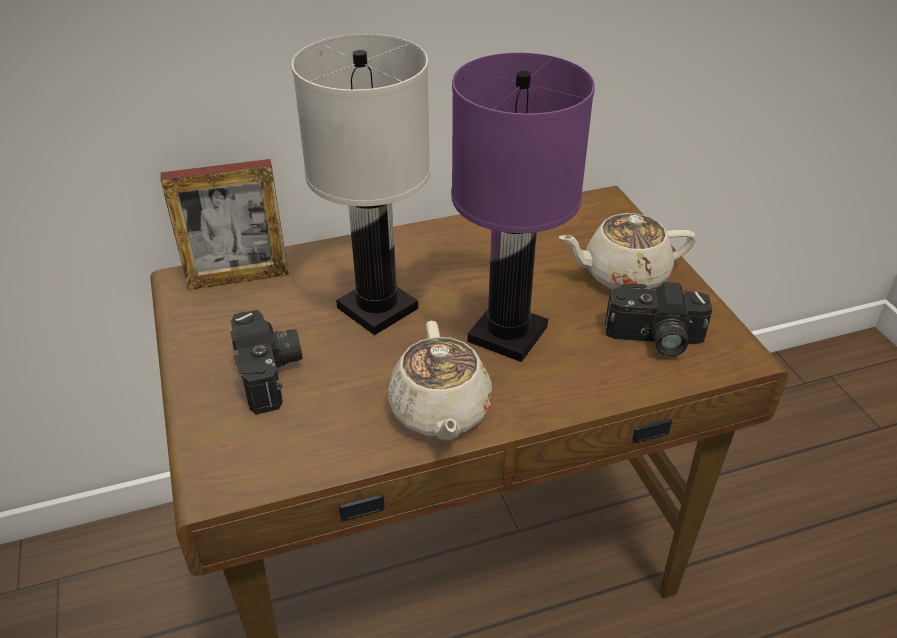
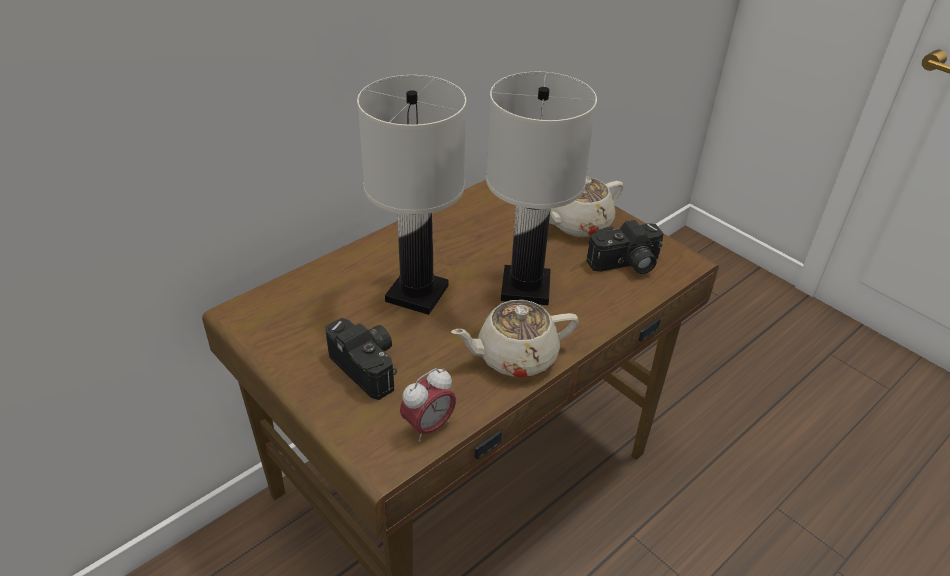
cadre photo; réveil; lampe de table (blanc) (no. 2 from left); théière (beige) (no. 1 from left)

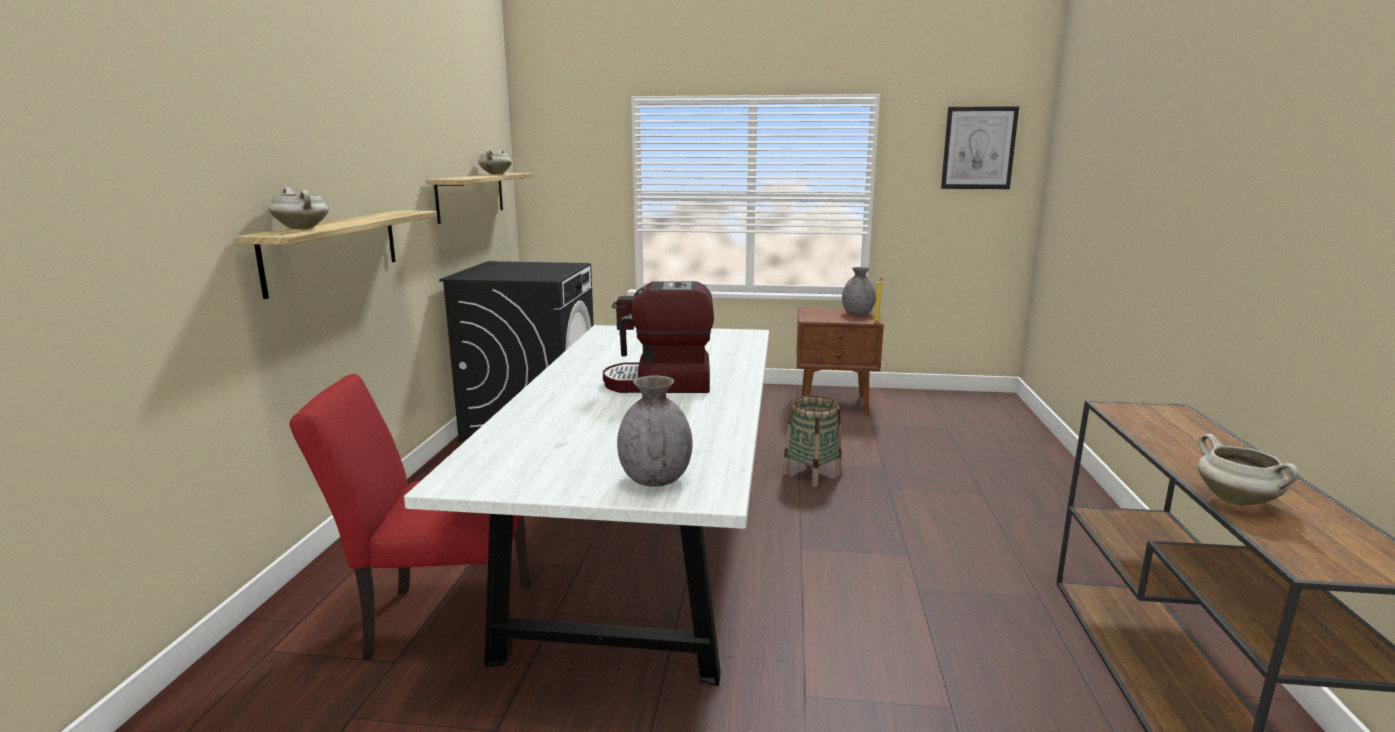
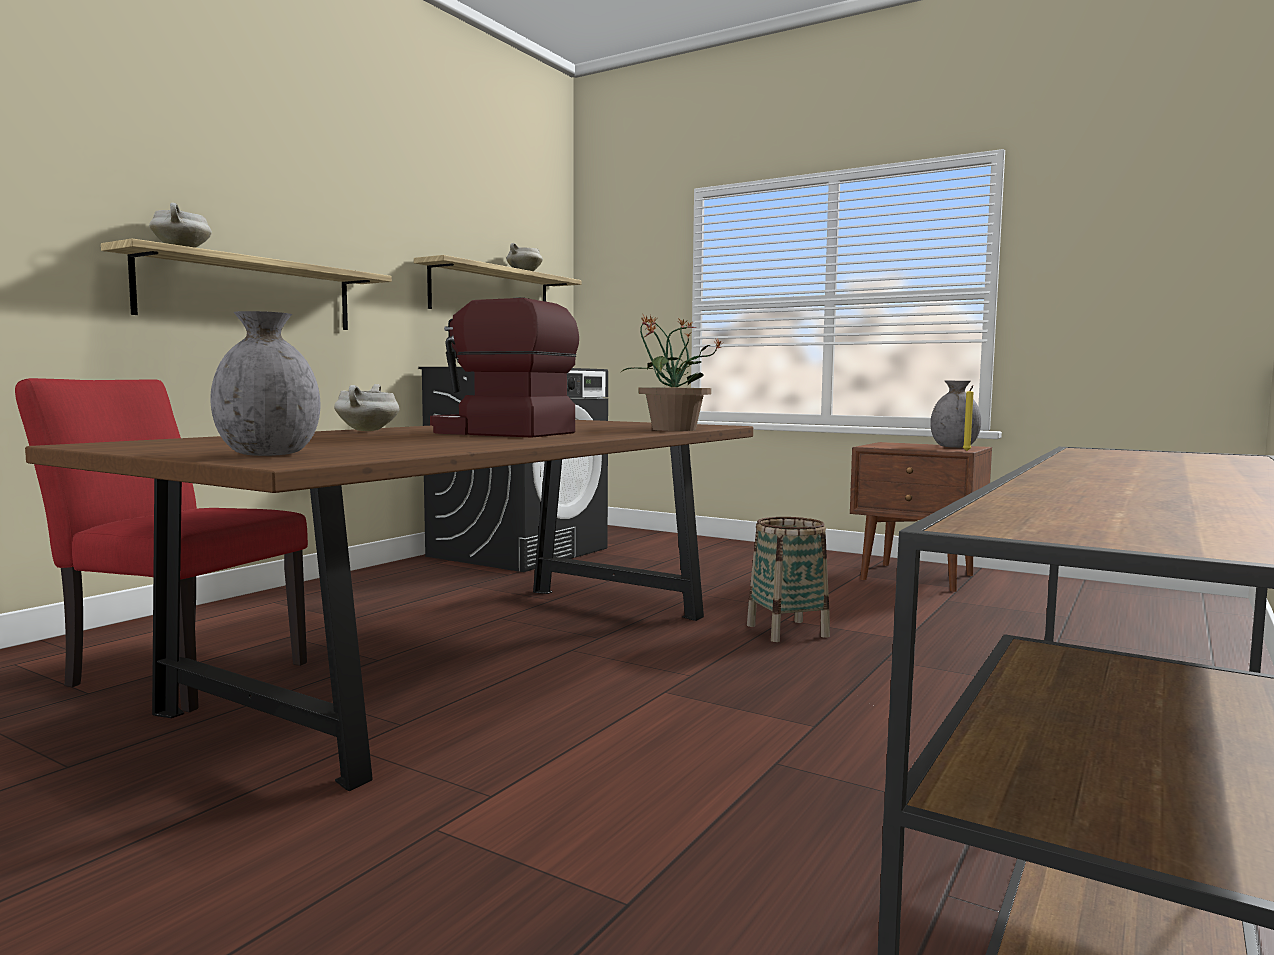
tableau; plante en pot; marmite (blanc) (no. 2 from left); table à manger (marron)

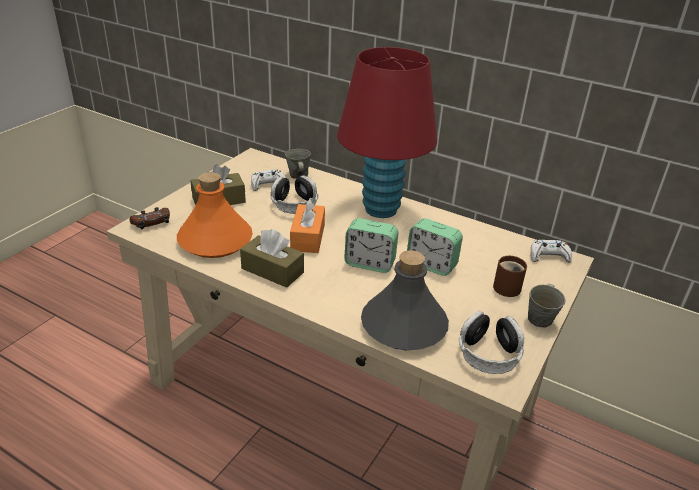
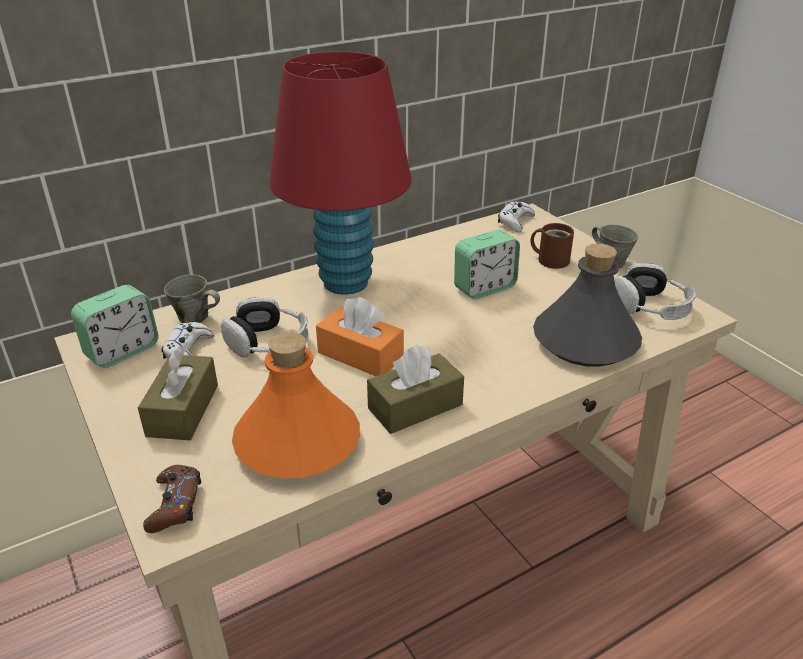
réveil (no. 1 from left)

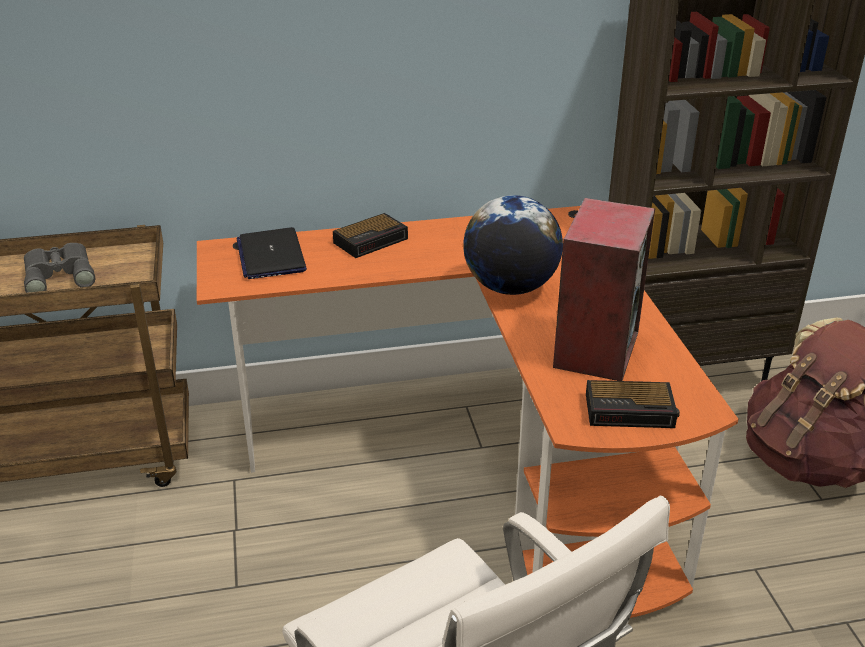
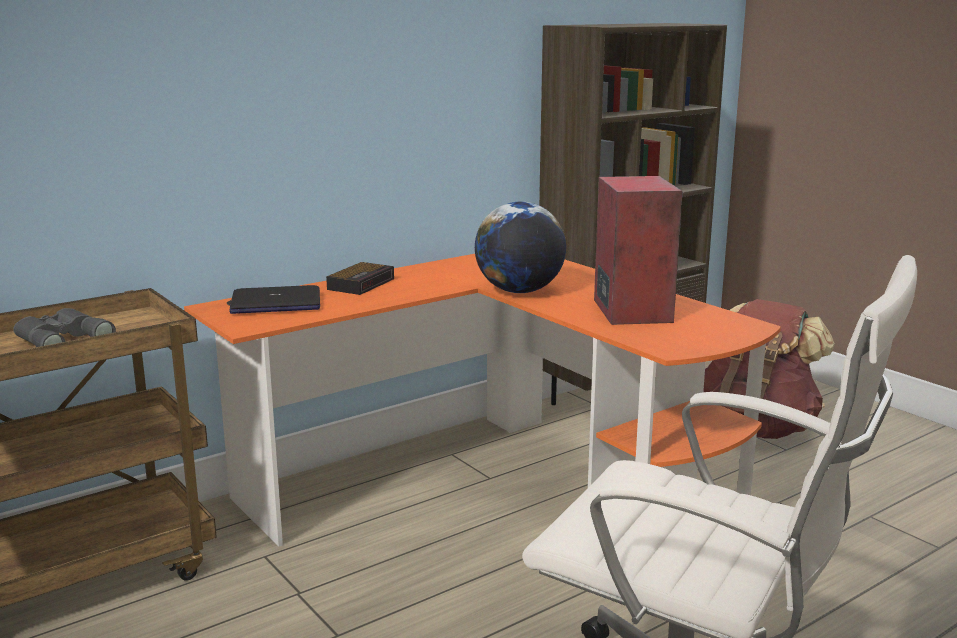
réveil (no. 2 from left in the first image); ordinateur portable

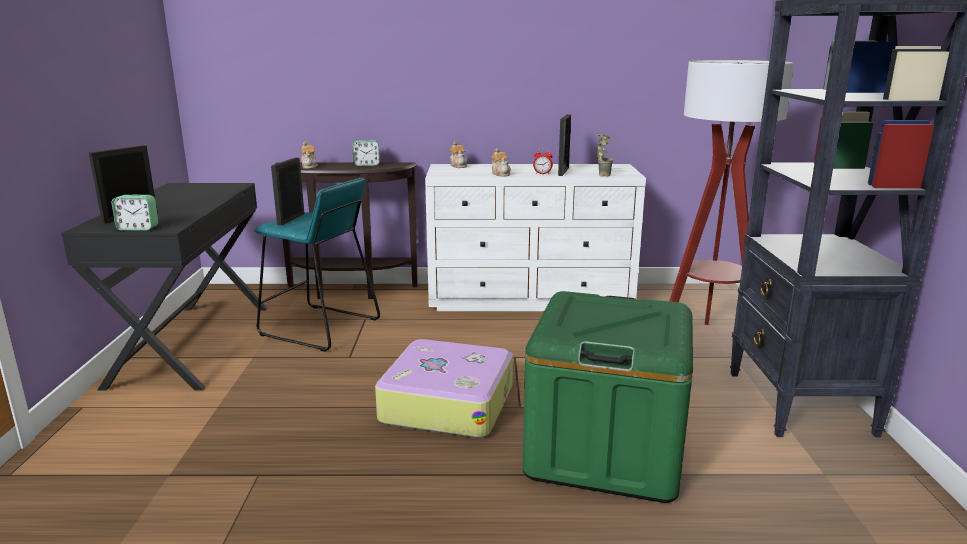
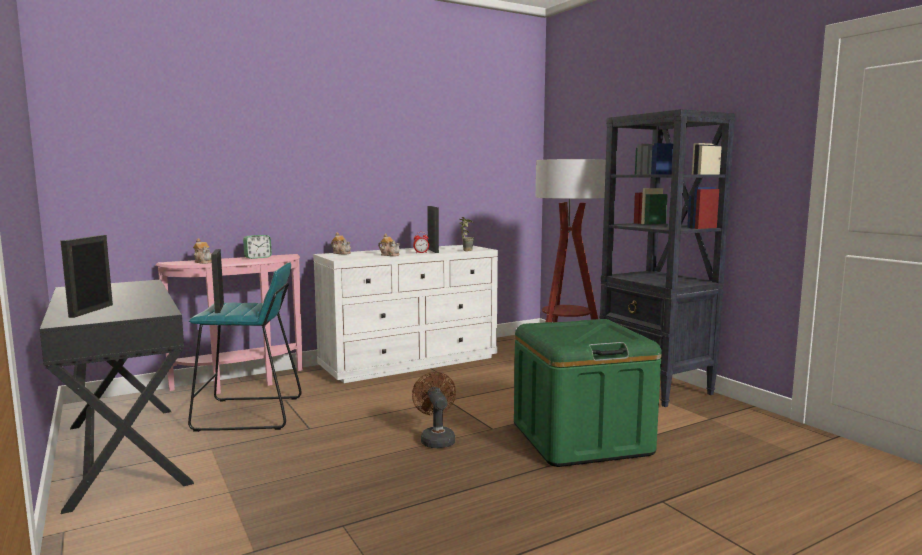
réveil (no. 1 from left in the first image); ventilateur (marron); table console (rose)

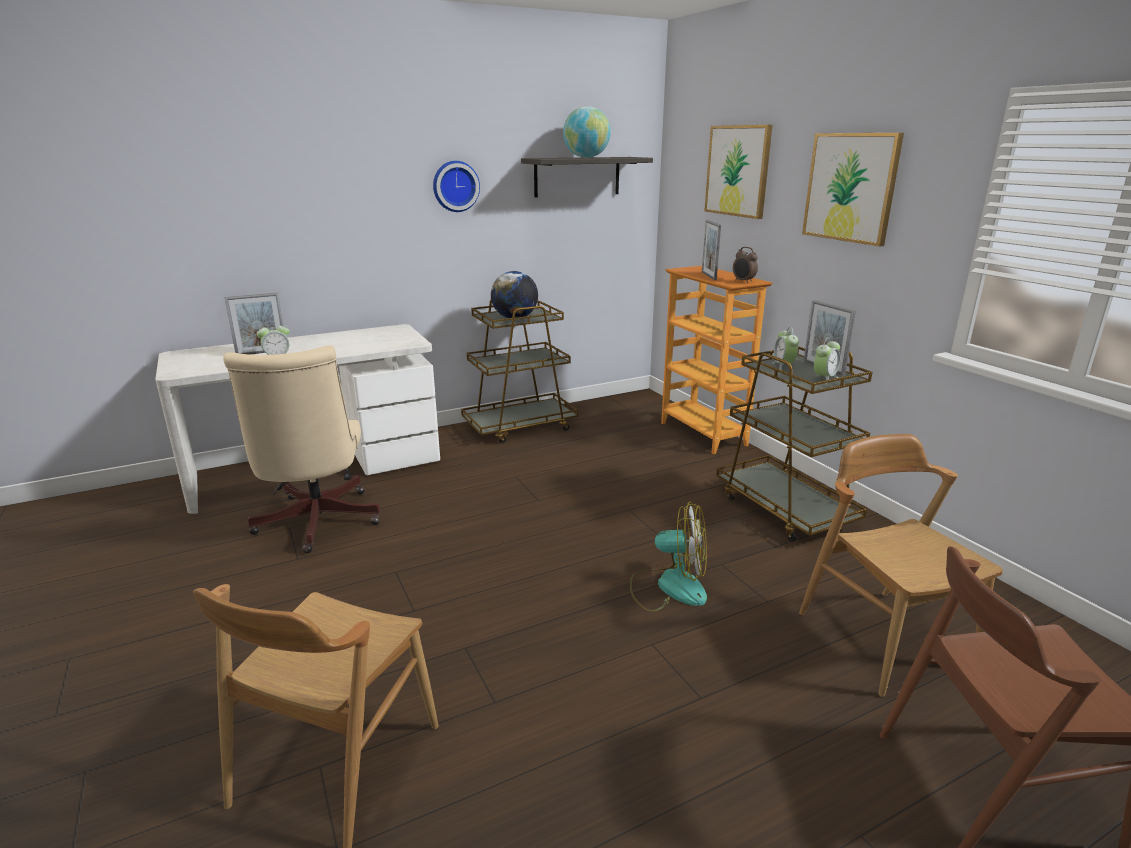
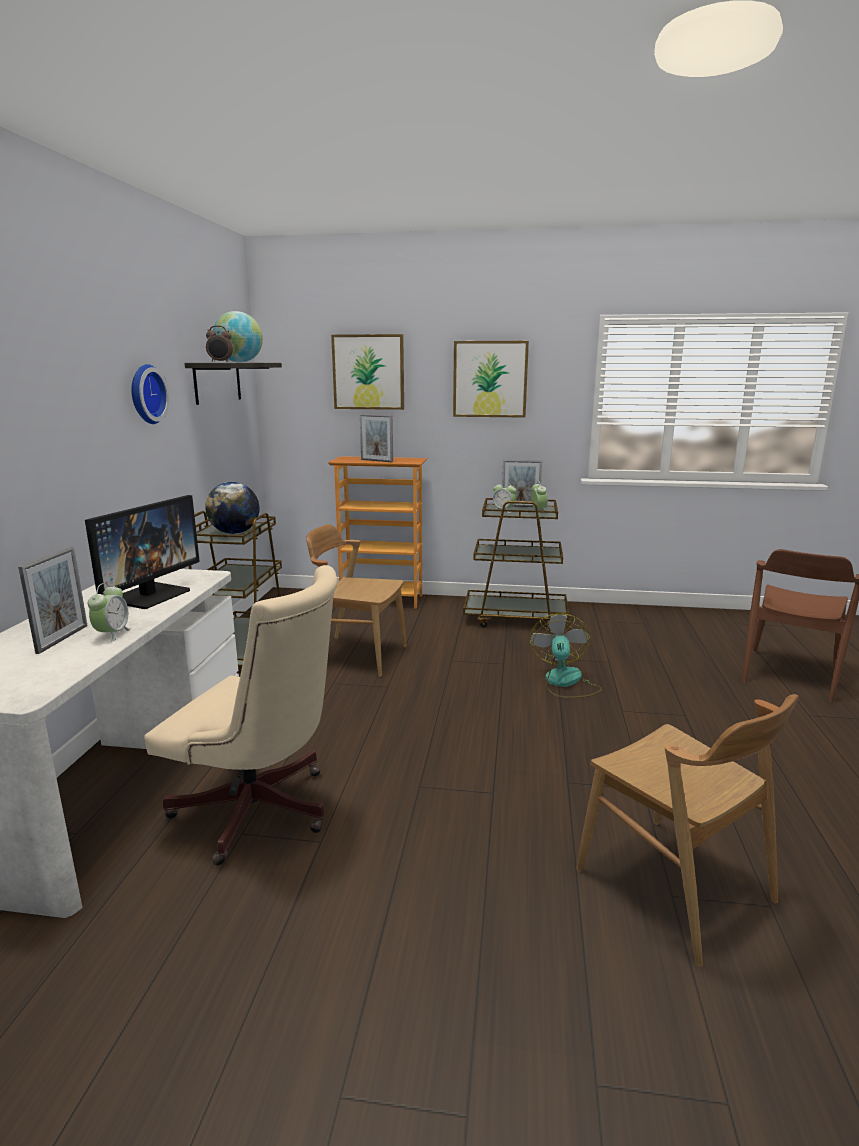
écran d'ordinateur; réveil (no. 2 from left); chaise (marron) (no. 1 from left); ventilateur

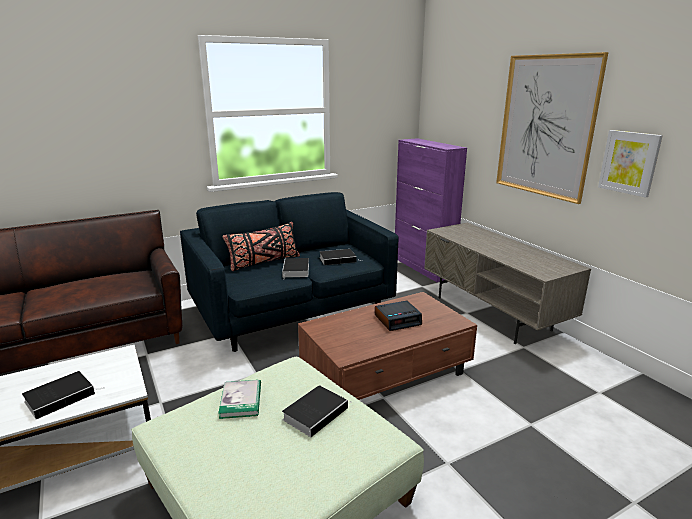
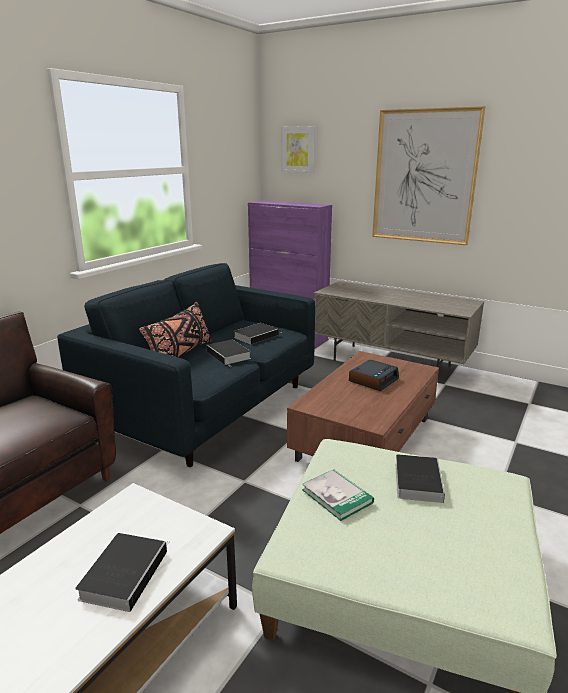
tableau (no. 1 from left)

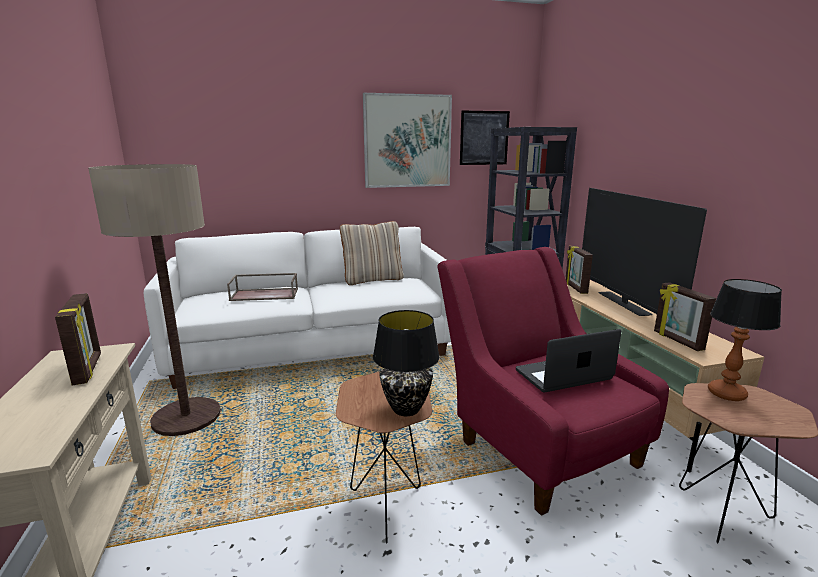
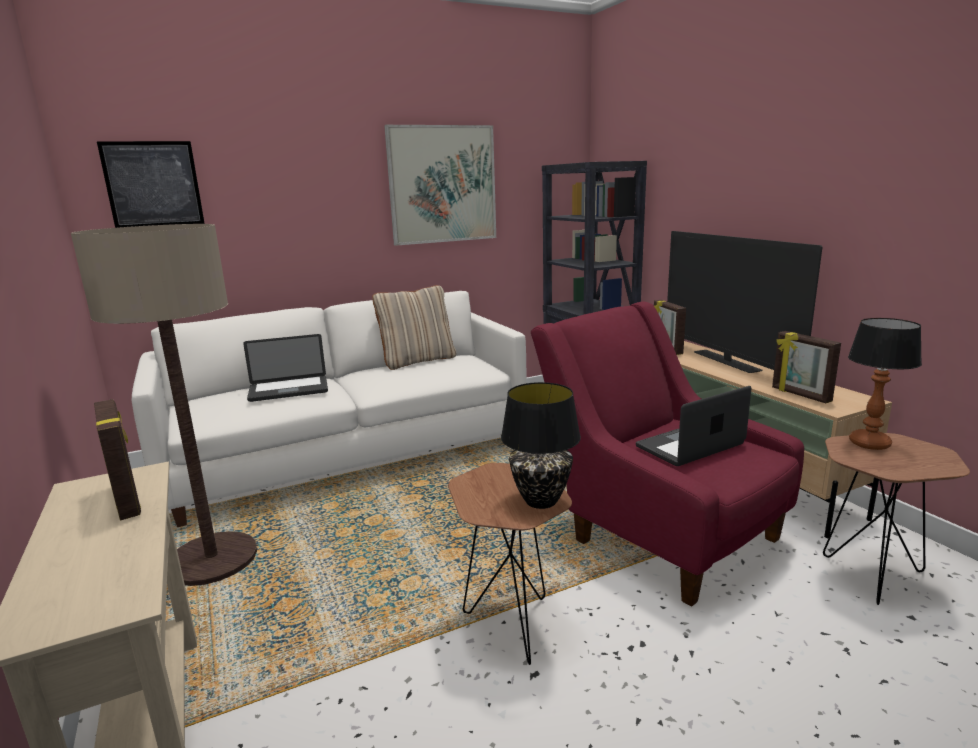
tableau (no. 1 from left); ordinateur portable (no. 1 from left)

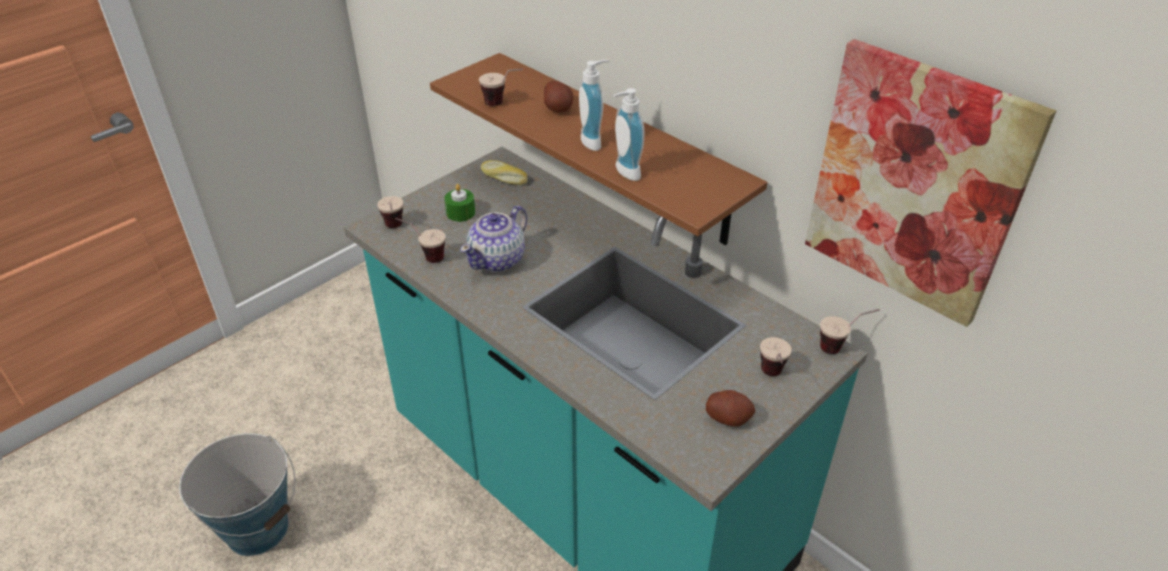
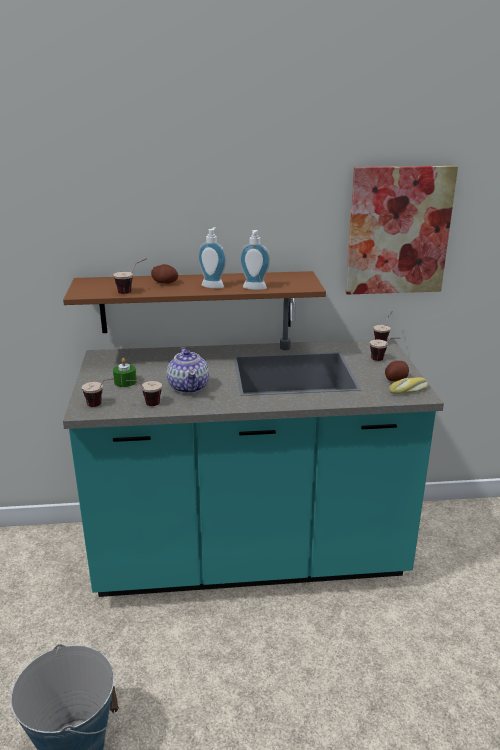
pain

